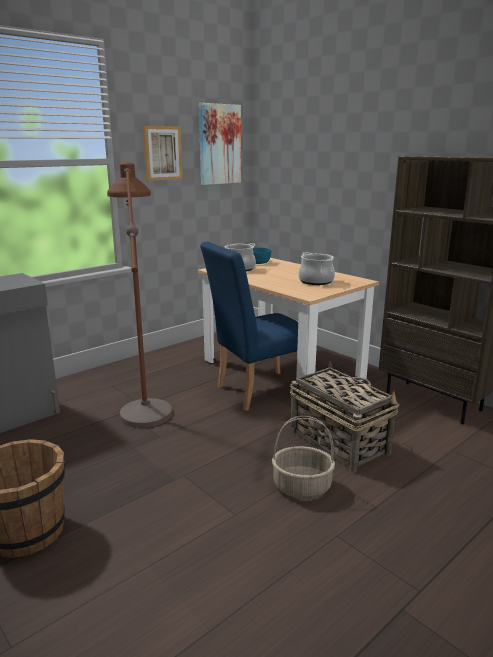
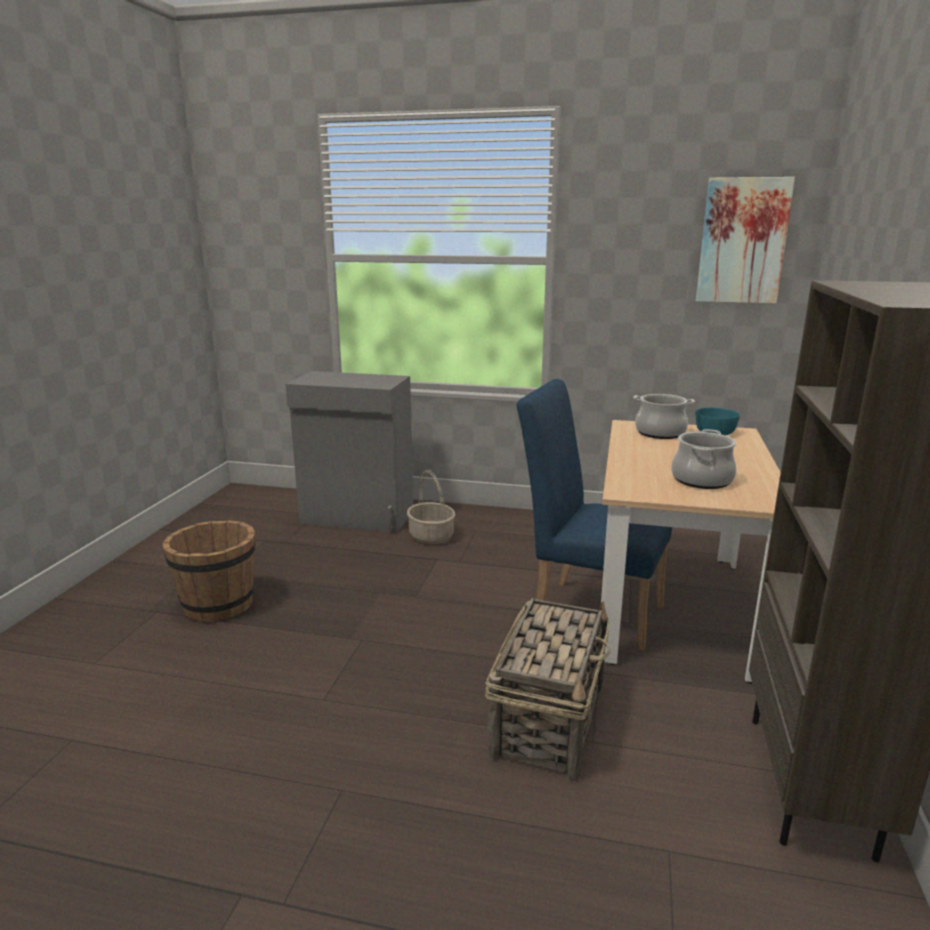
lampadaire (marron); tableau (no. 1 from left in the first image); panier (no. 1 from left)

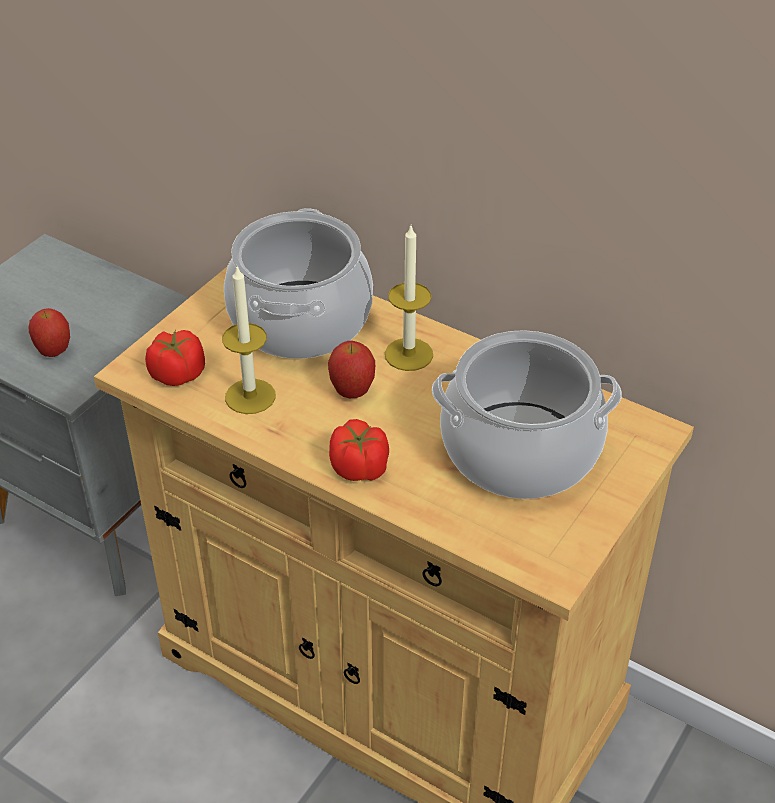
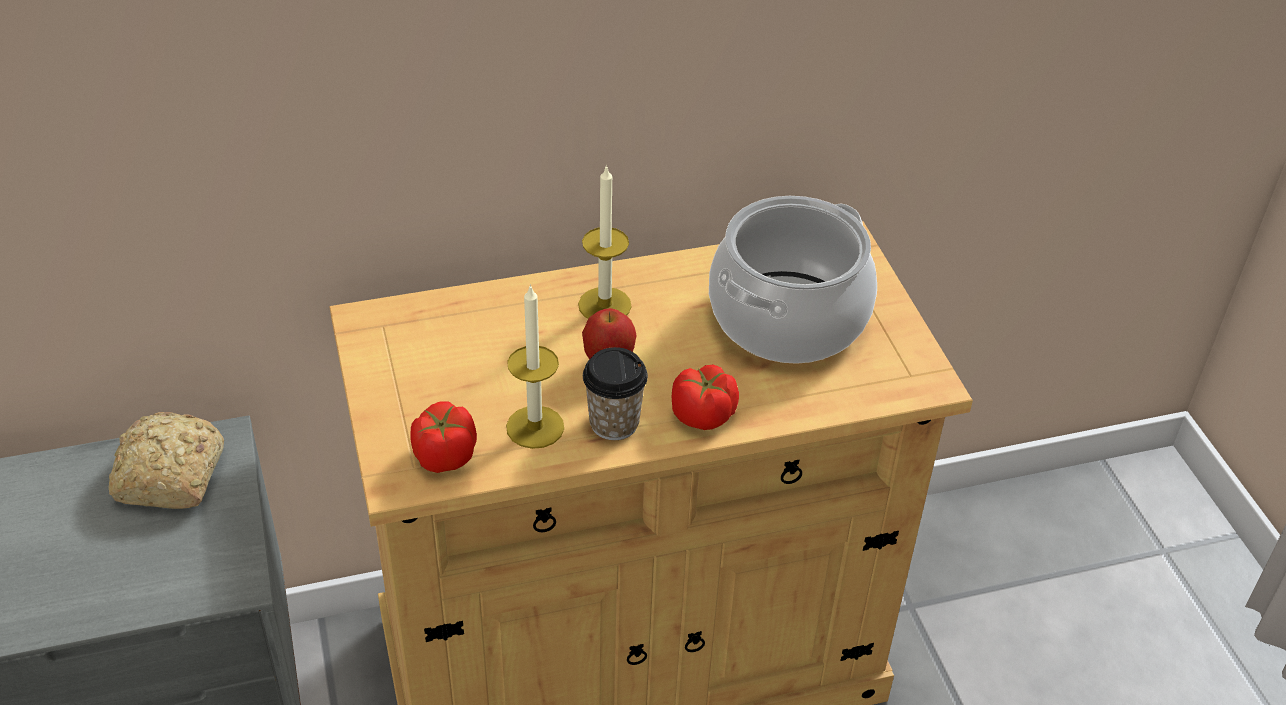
pomme (no. 1 from left in the first image); marmite (no. 1 from left in the first image); pain; tasse

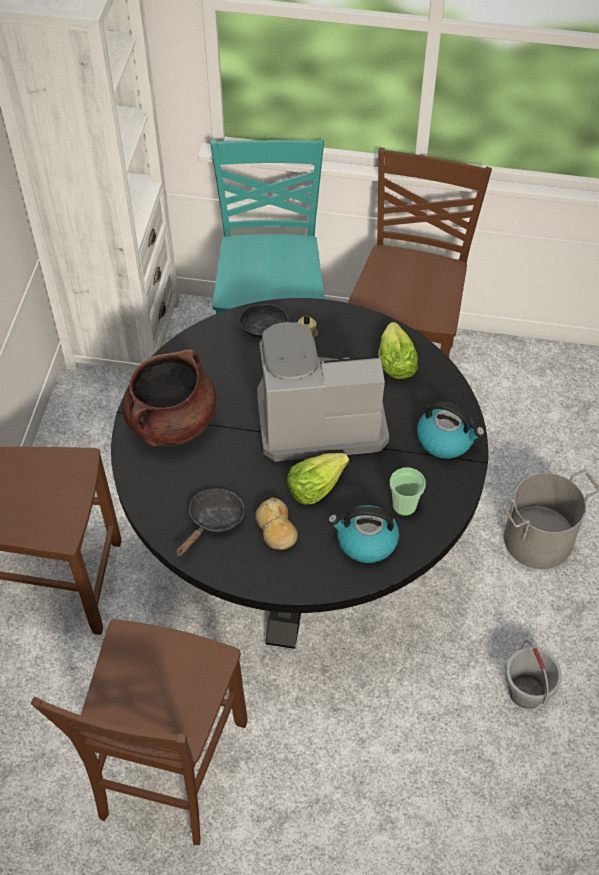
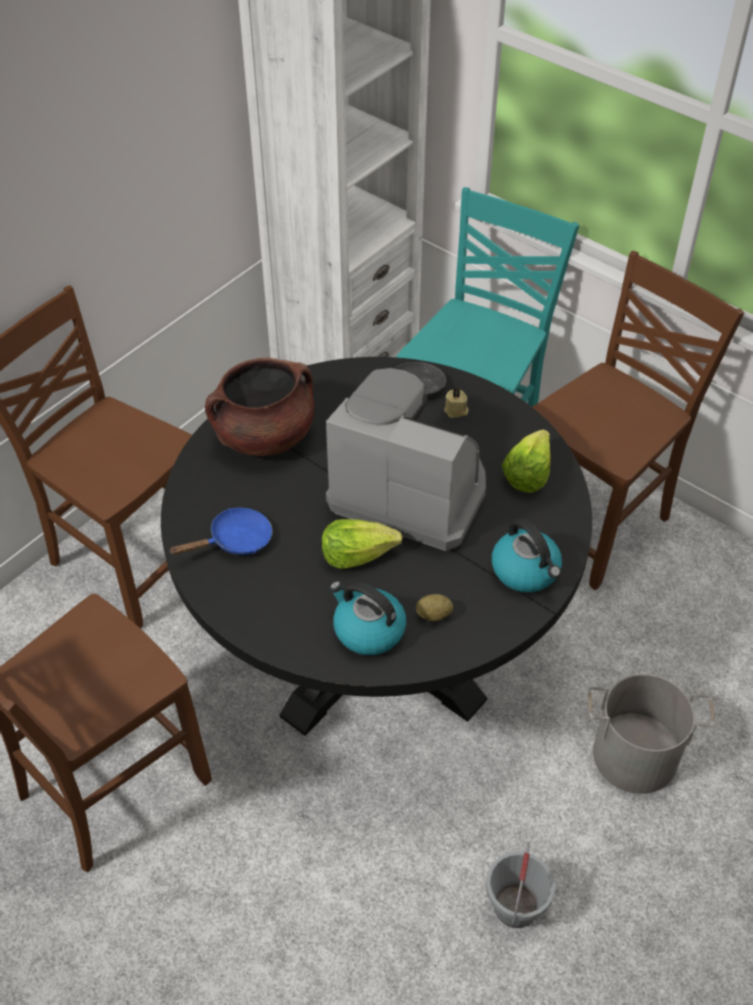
pain; pomme de terre; poêle (bleu)

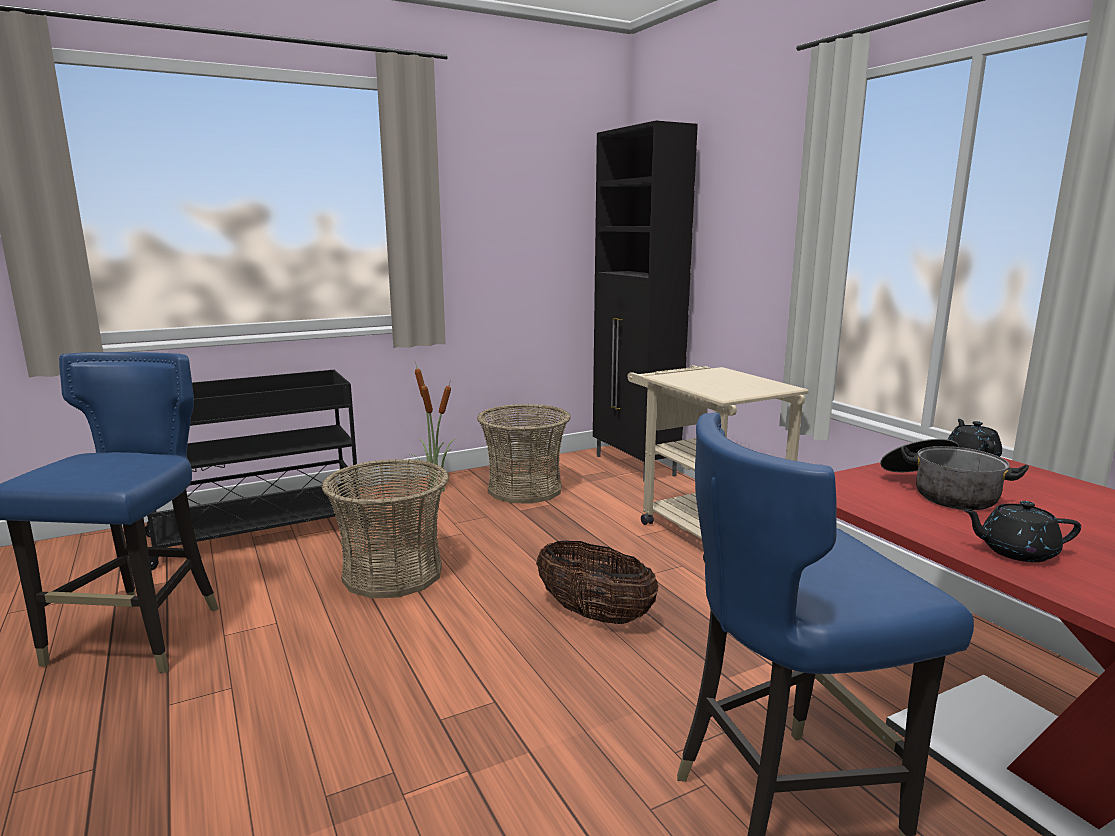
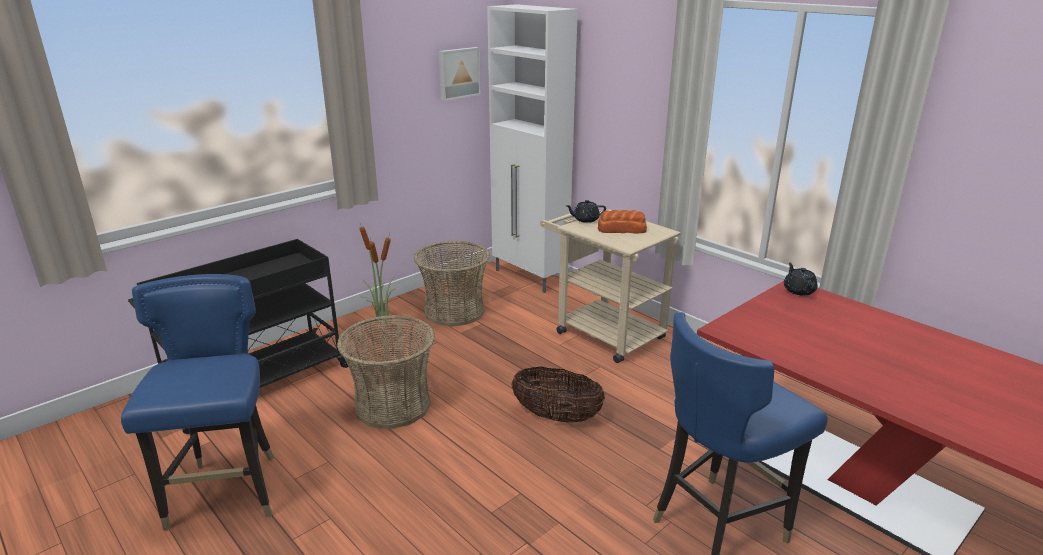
marmite; tableau; pain; théière (noir) (no. 1 from left); meuble de rangement (blanc)

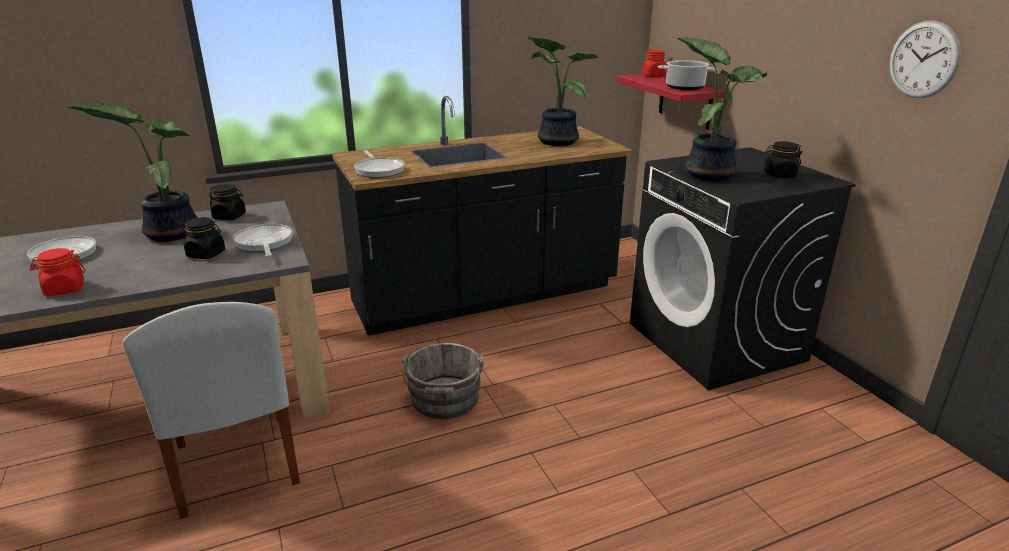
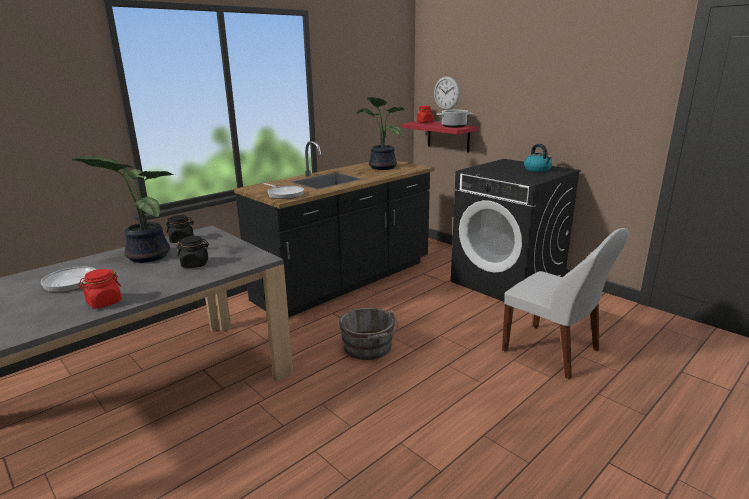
poêle (no. 2 from left in the first image); plante en pot (no. 3 from left in the first image); chaise (blanc); horloge murale; bouilloire

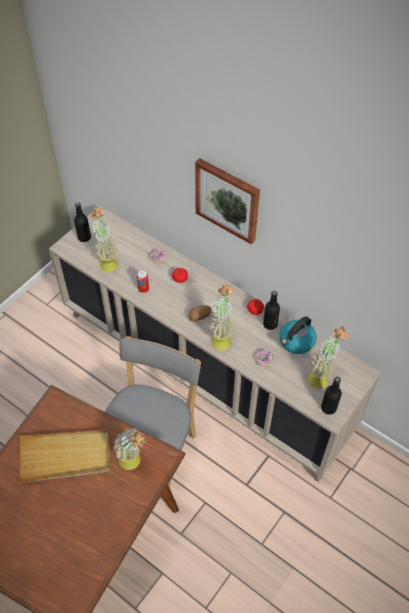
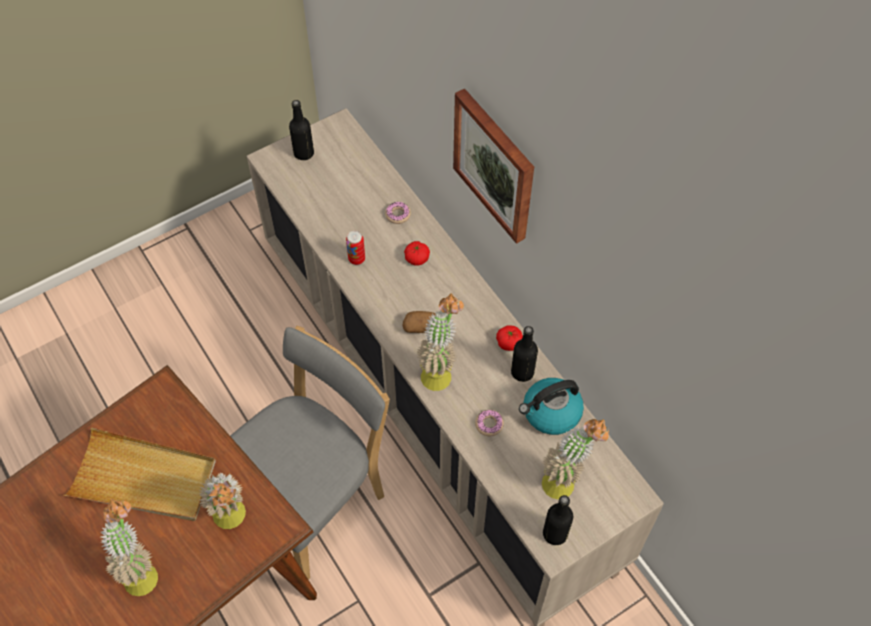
plante en pot (no. 1 from left)

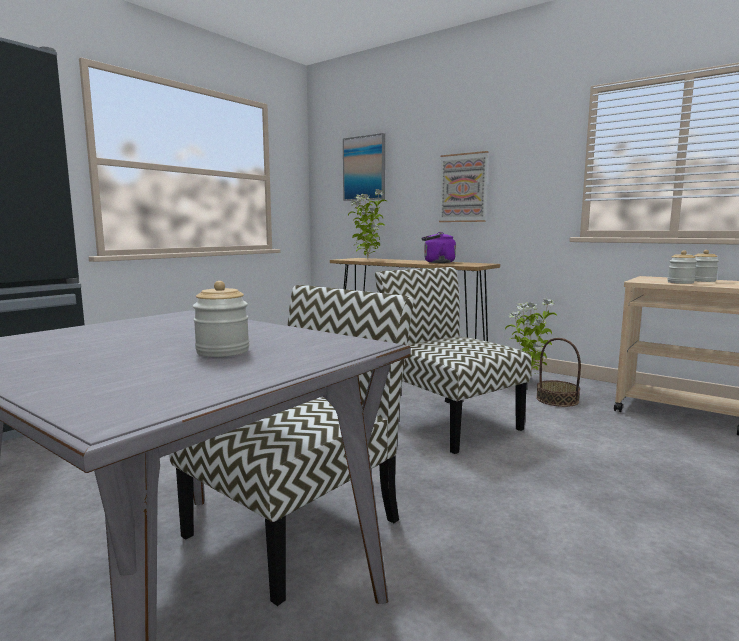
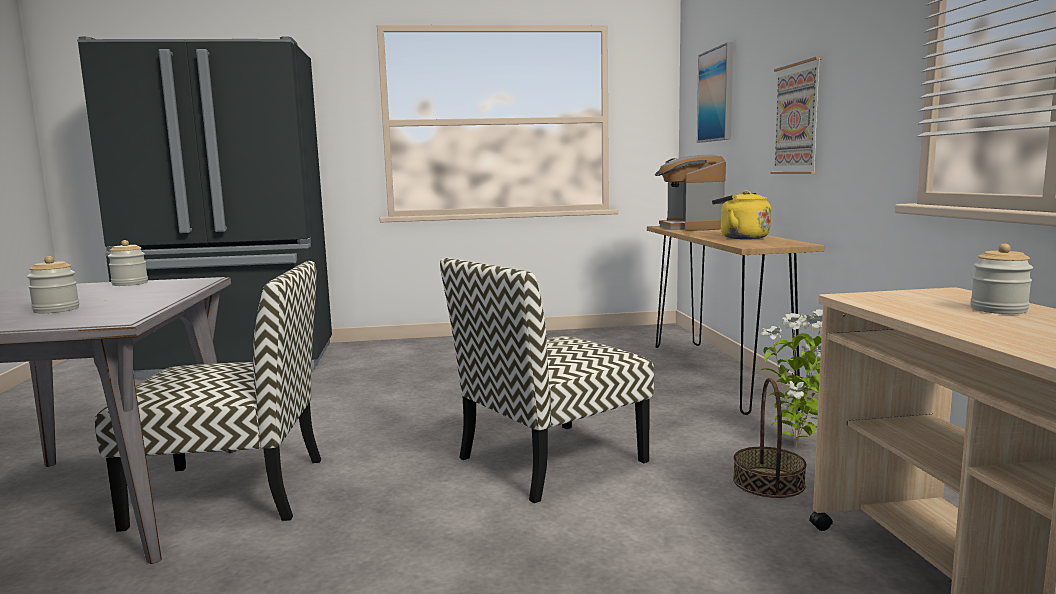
bocal (no. 2 from left); machine à café; bouilloire (jaune); chaise (no. 2 from left)

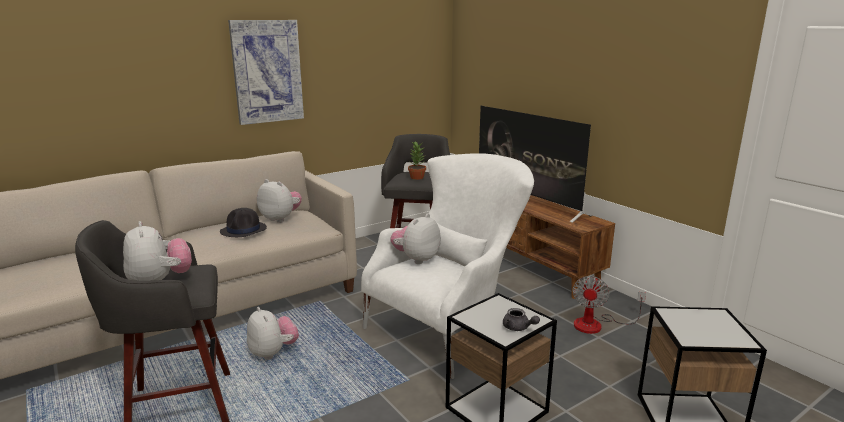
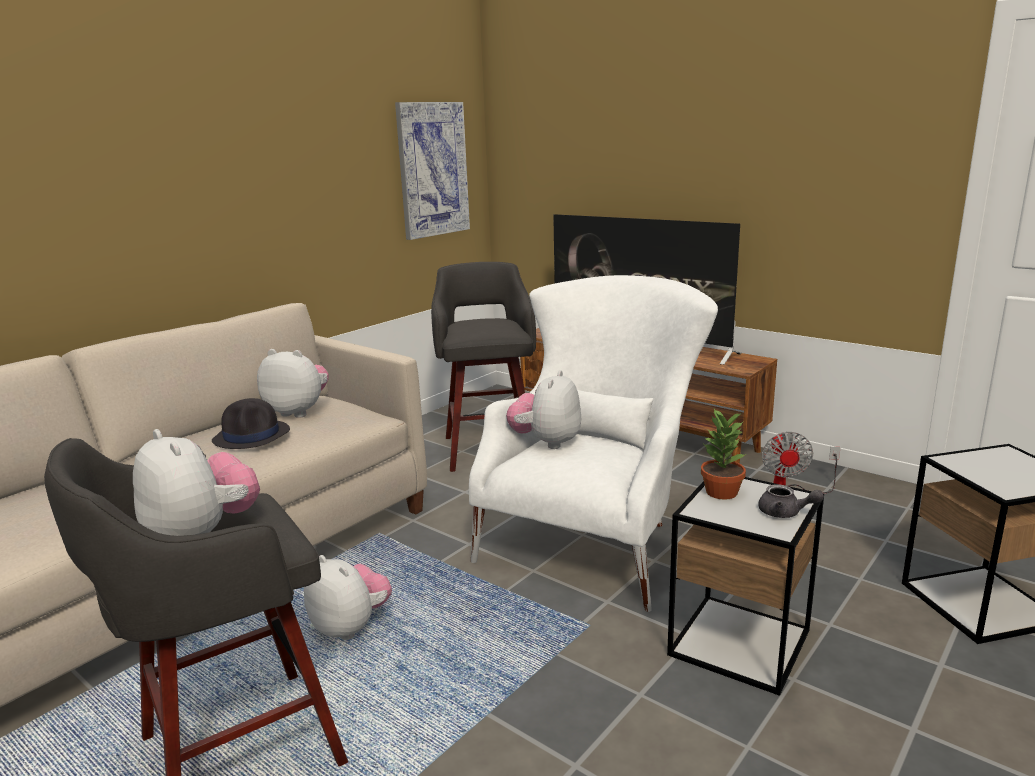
tableau; plante en pot

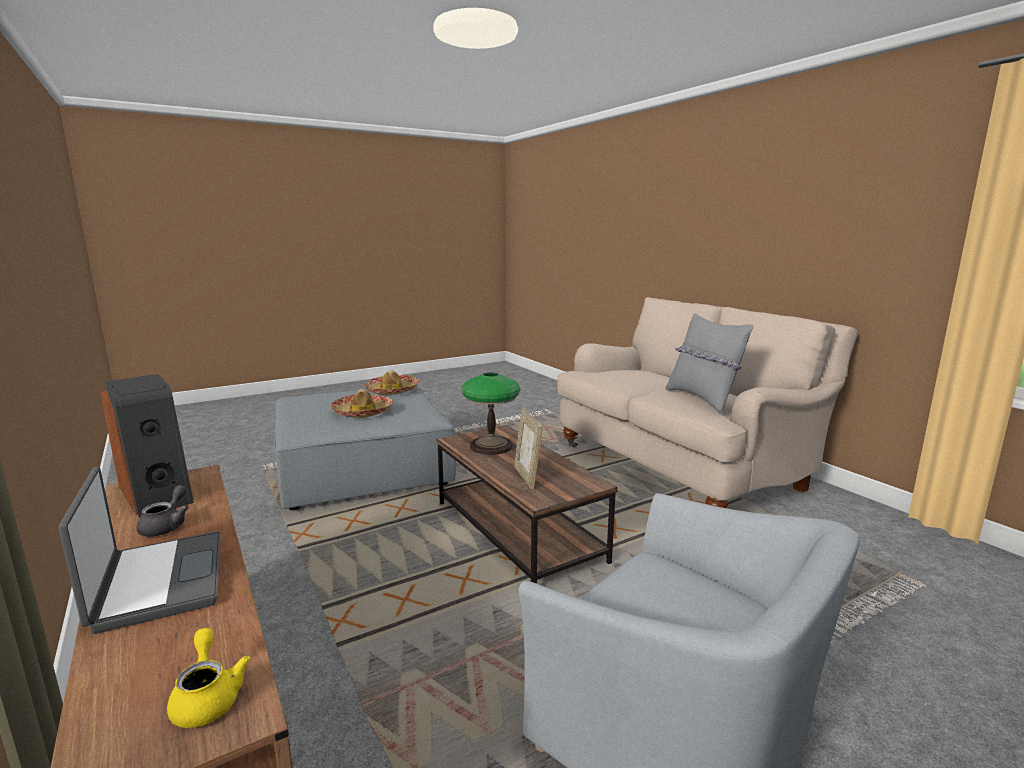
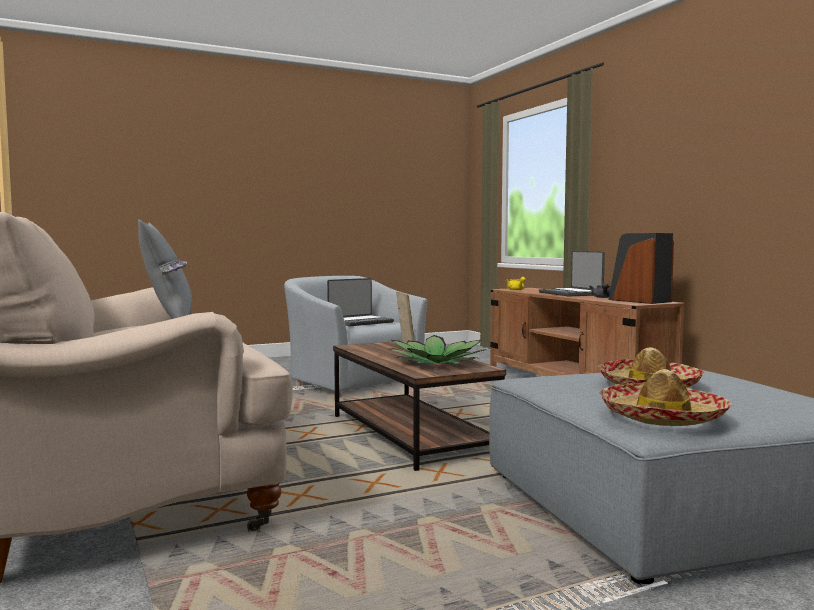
ordinateur portable (no. 1 from left); plante en pot

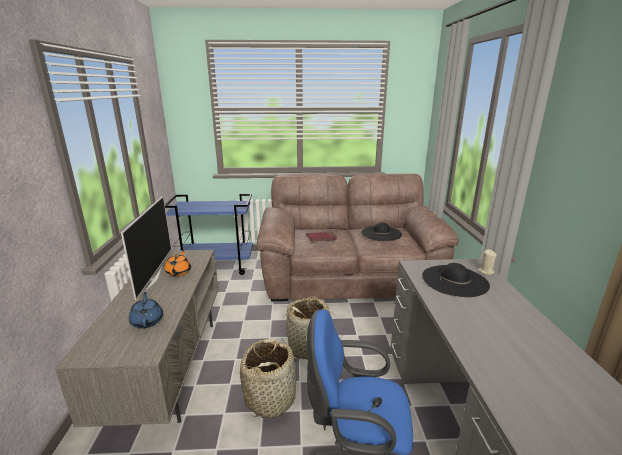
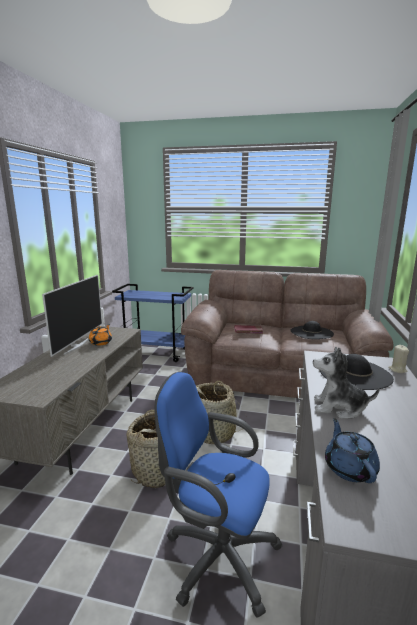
peluche; théière (bleu)

